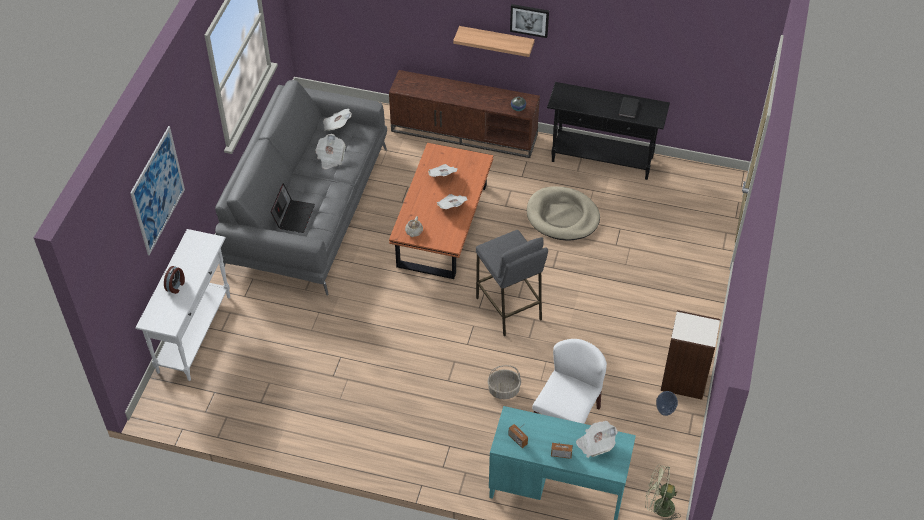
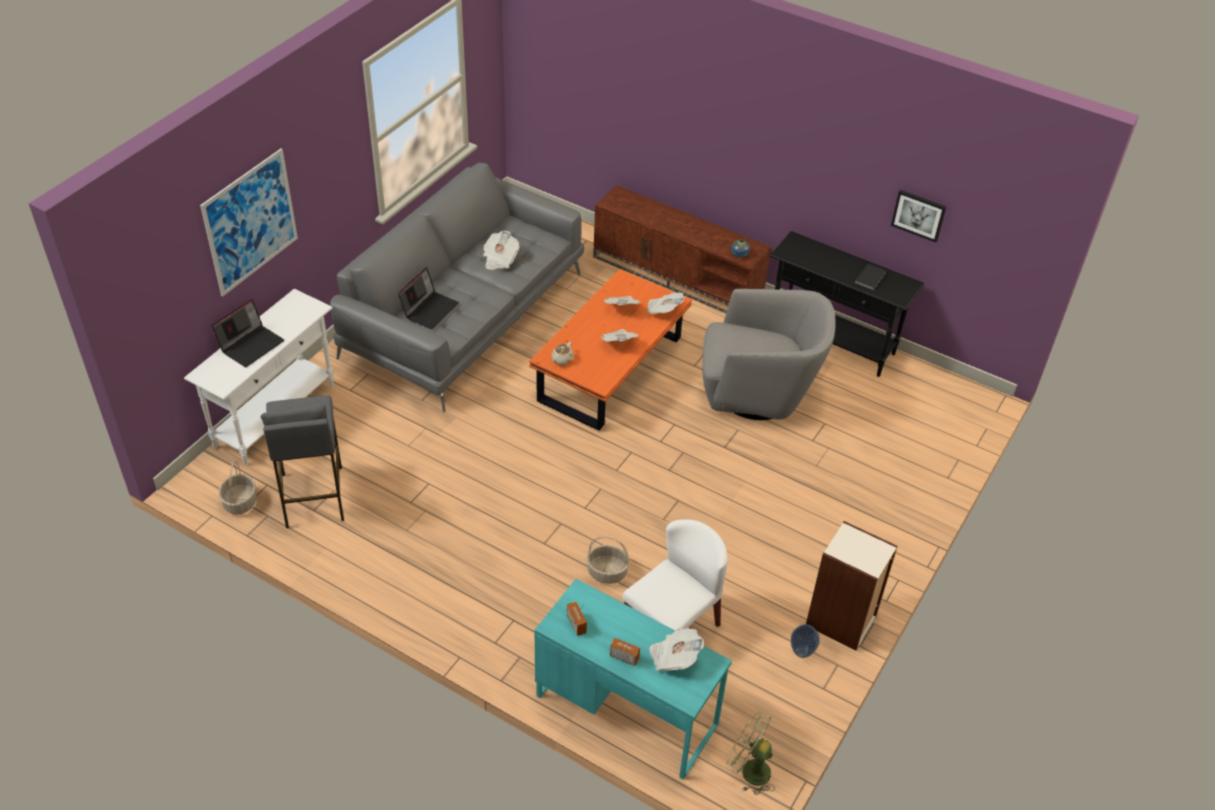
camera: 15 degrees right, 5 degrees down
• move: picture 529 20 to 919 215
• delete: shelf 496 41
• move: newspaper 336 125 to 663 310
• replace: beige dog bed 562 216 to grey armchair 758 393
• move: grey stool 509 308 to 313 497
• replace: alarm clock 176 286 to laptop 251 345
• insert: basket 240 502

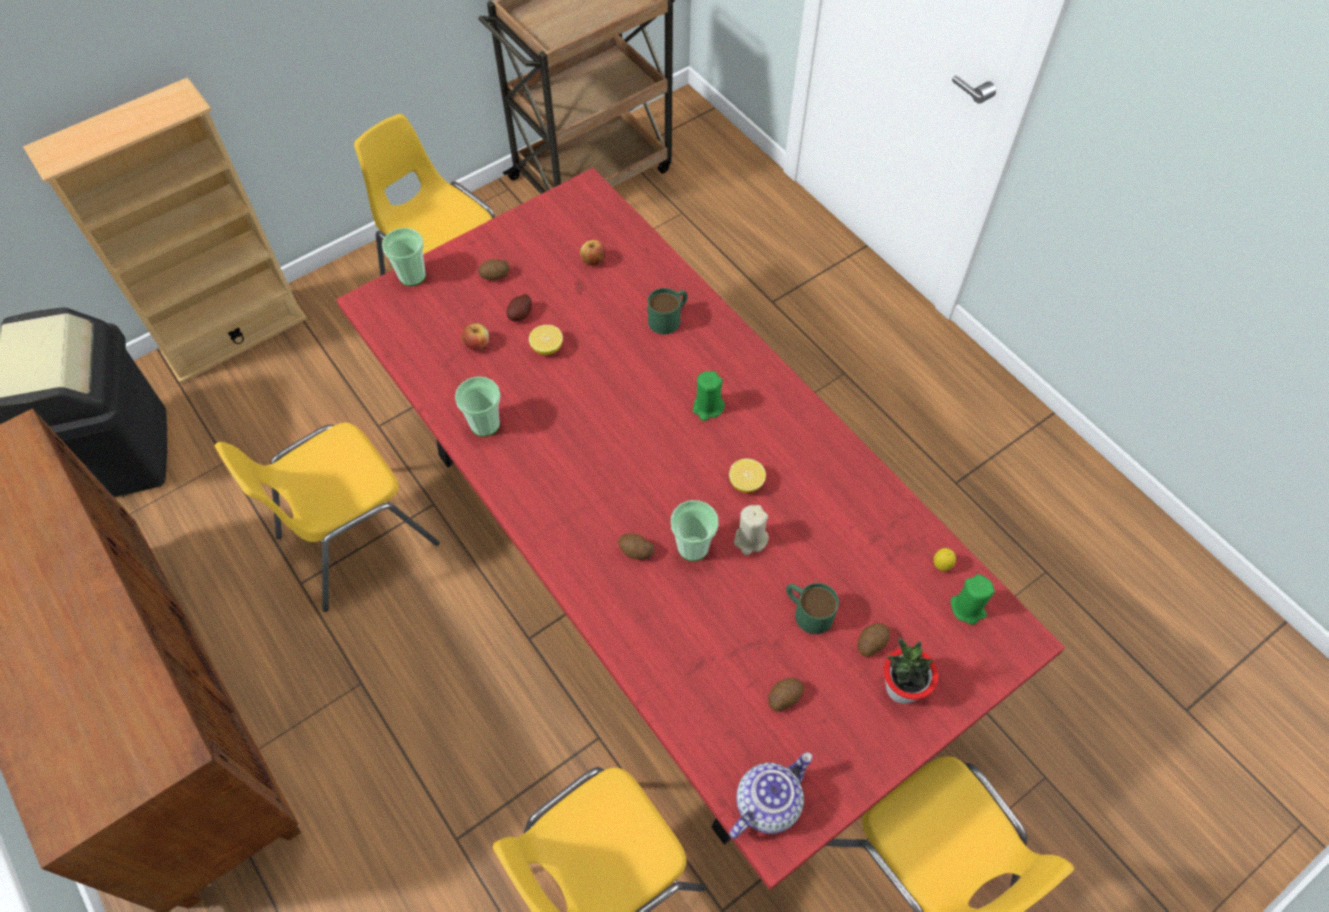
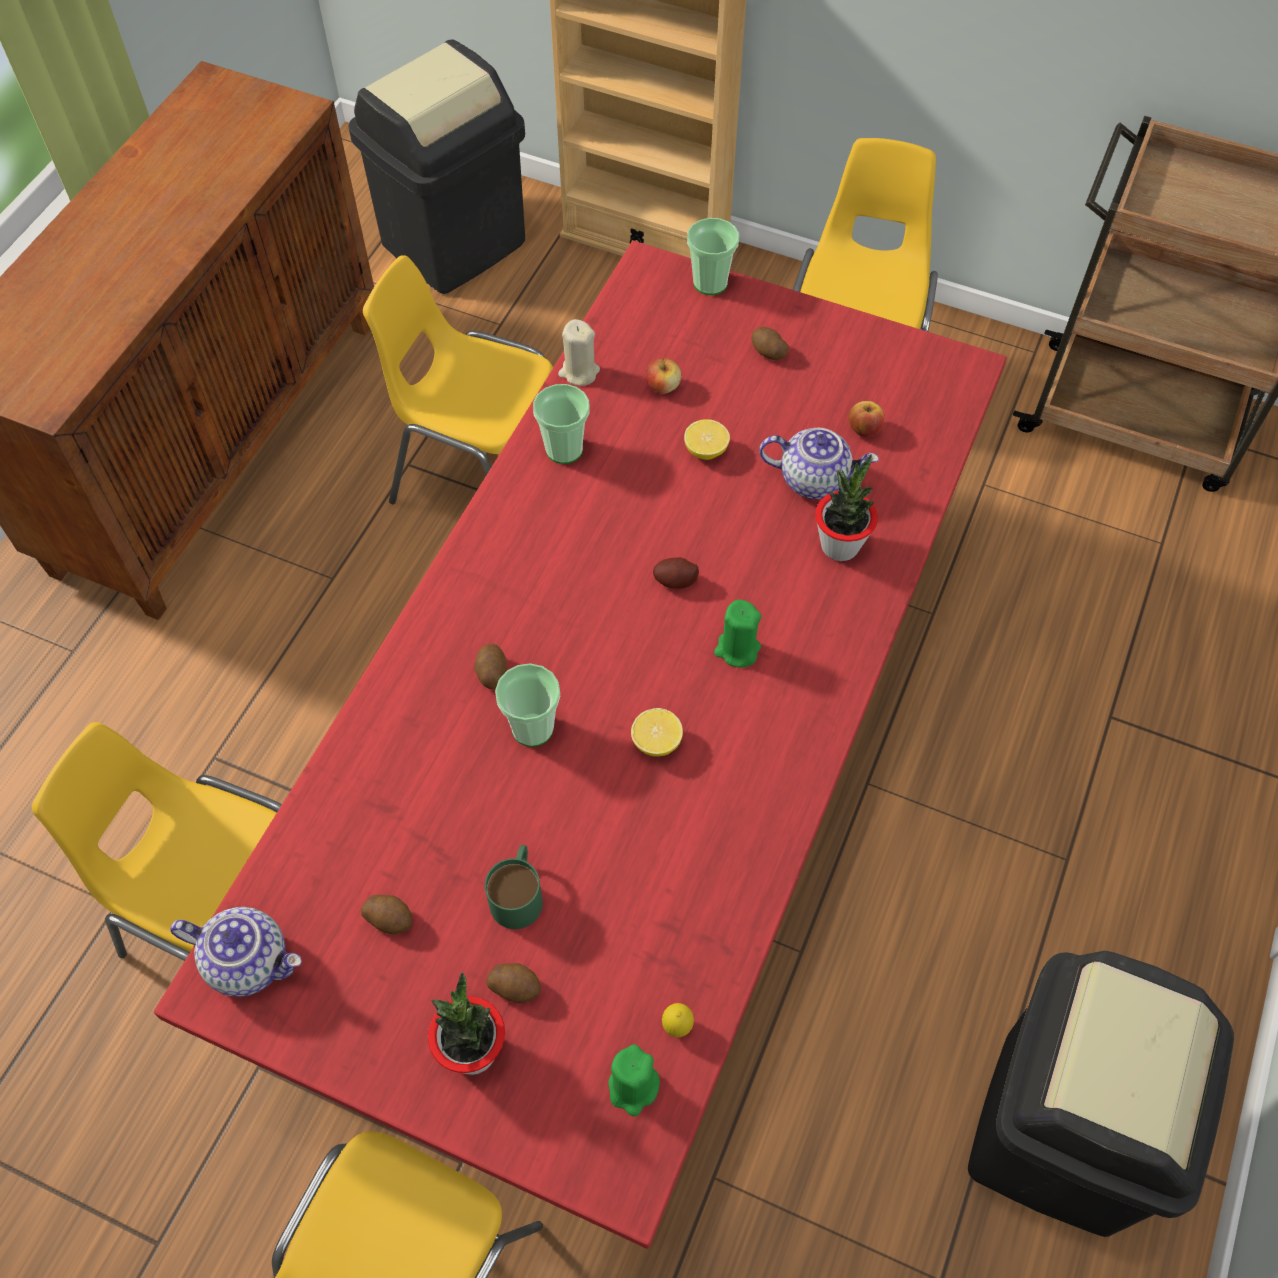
camera: 60 degrees right, 0 degrees up
• replace: green mug 669 317 to potted plant 840 545
• move: potato 520 315 to 675 581
• move: beige candle 750 540 to 579 372
• insert: teapot 814 479
• insert: black trash can 1056 1129

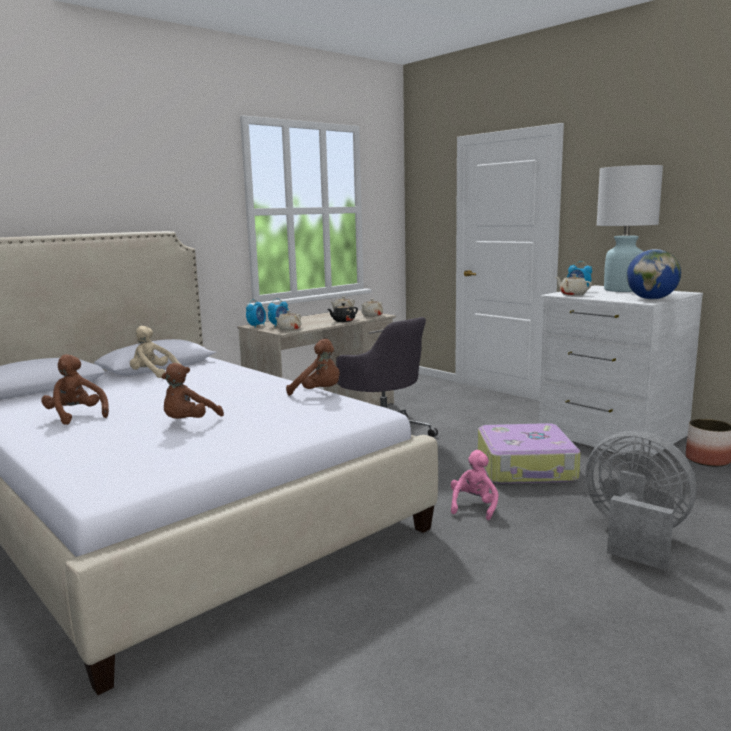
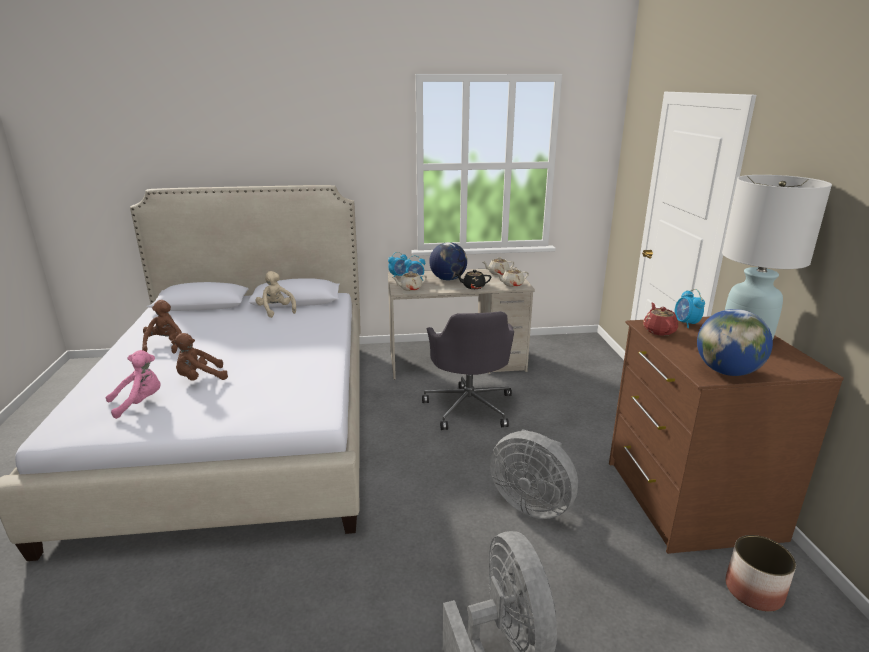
camera: 35 degrees right, 10 degrees up
• recolor: beige teapot 572 294 to red teapot 659 330
• recolor: white dresser 611 434 to brown dresser 688 499
• delete: brown plush toy 319 393
• replace: suitcase 526 468 to grey fan 531 503
• move: pink plush toy 474 507 to 139 403
• insert: globe 448 279

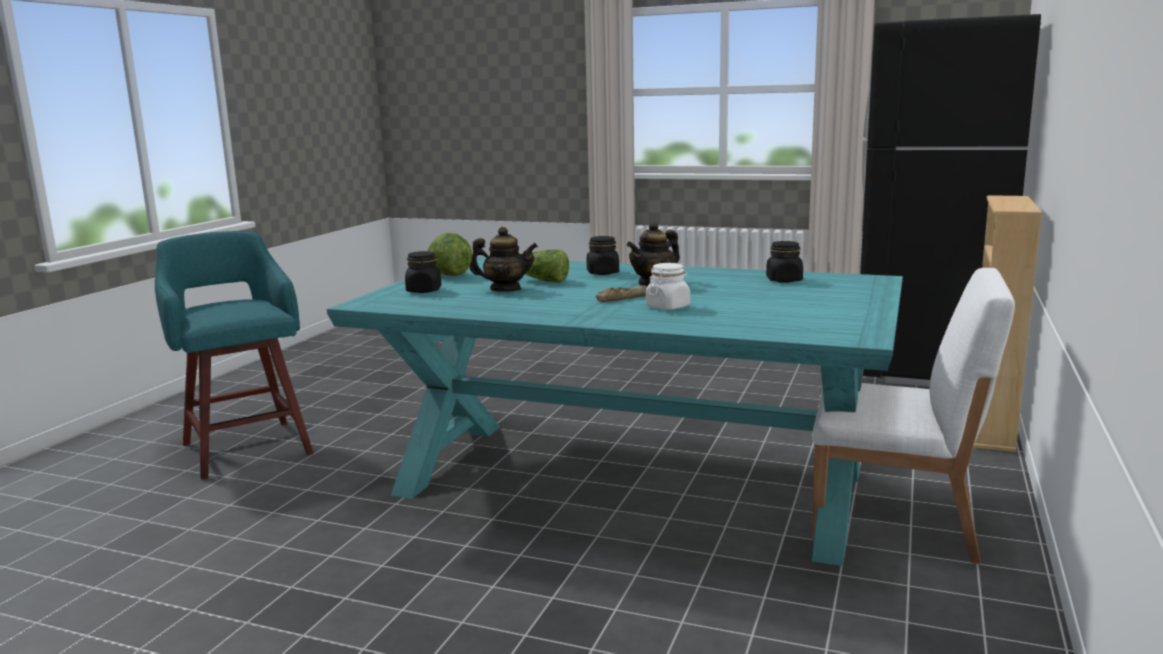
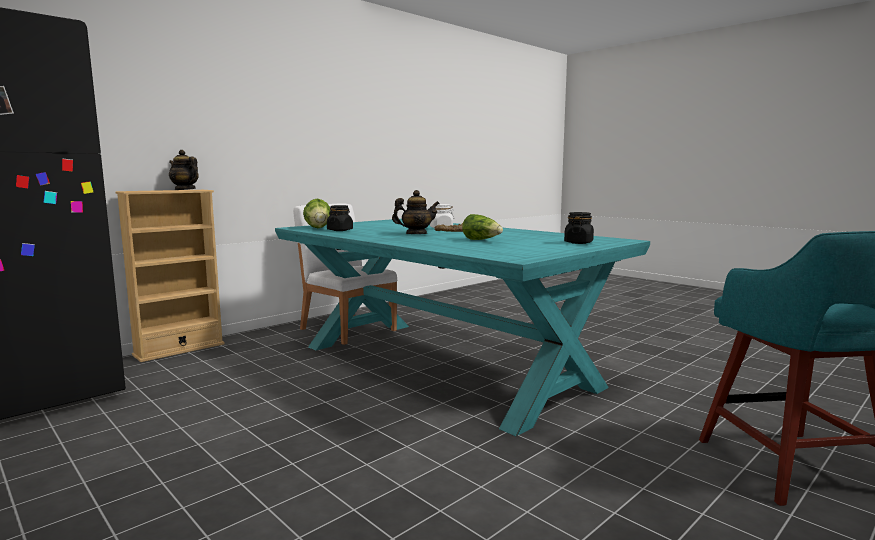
camera: 155 degrees left, 5 degrees down
• move: teapot 505 289 to 184 189
• move: lettuce 449 275 to 318 228
• delete: black jar 603 273

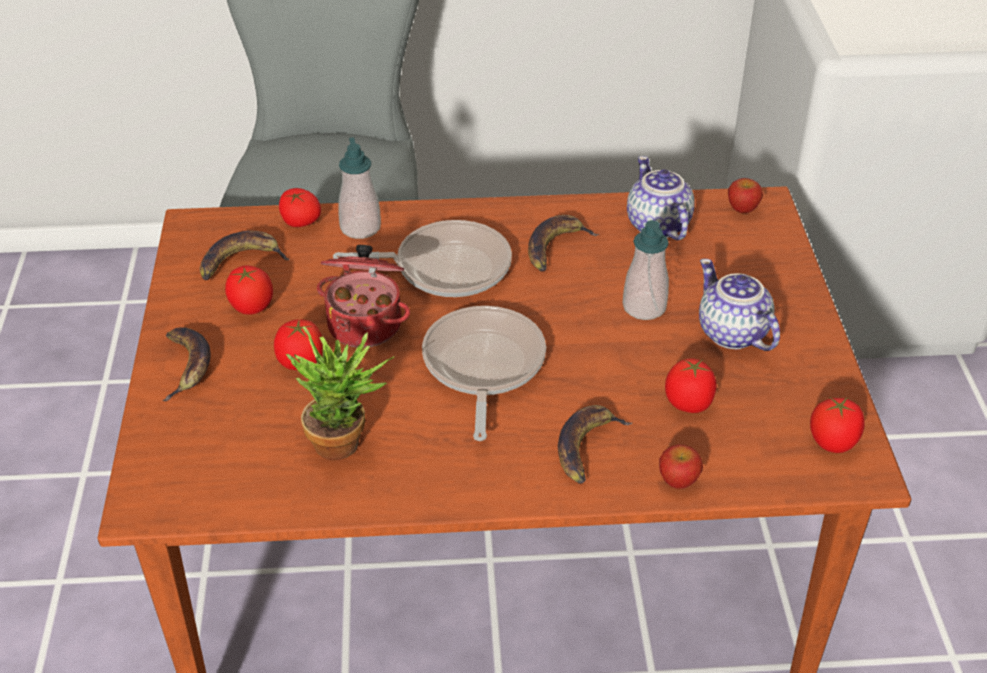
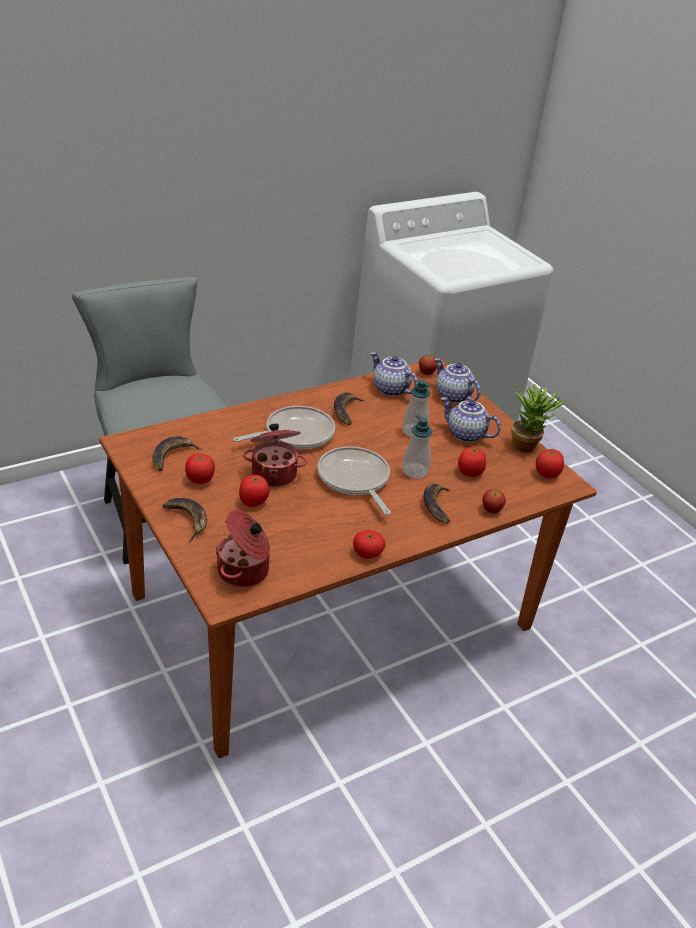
camera: 30 degrees left, 5 degrees down
• move: soap dispenser 360 228 to 415 471
• move: tomato 300 222 to 367 554
• move: potted plant 346 443 to 527 444
• insert: teapot 452 396
• insert: cooking pot 244 571

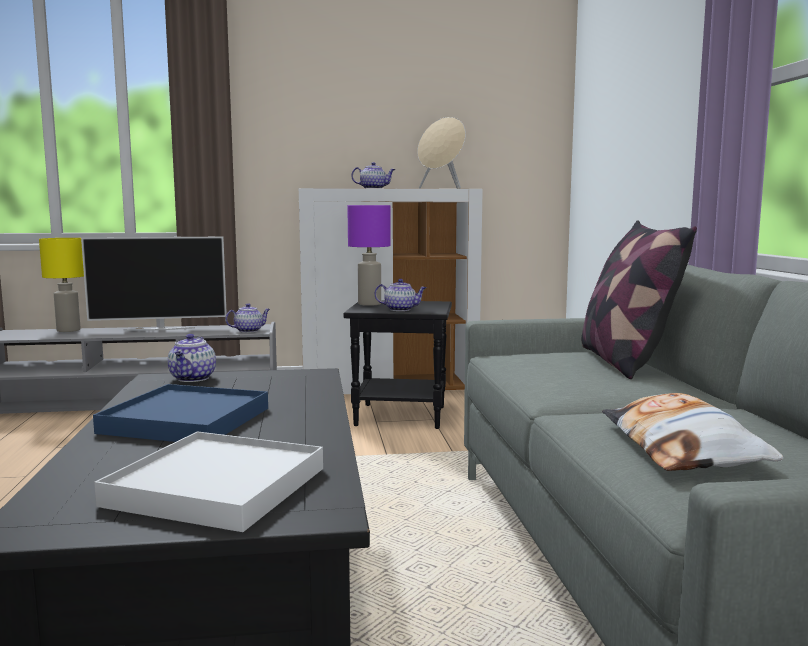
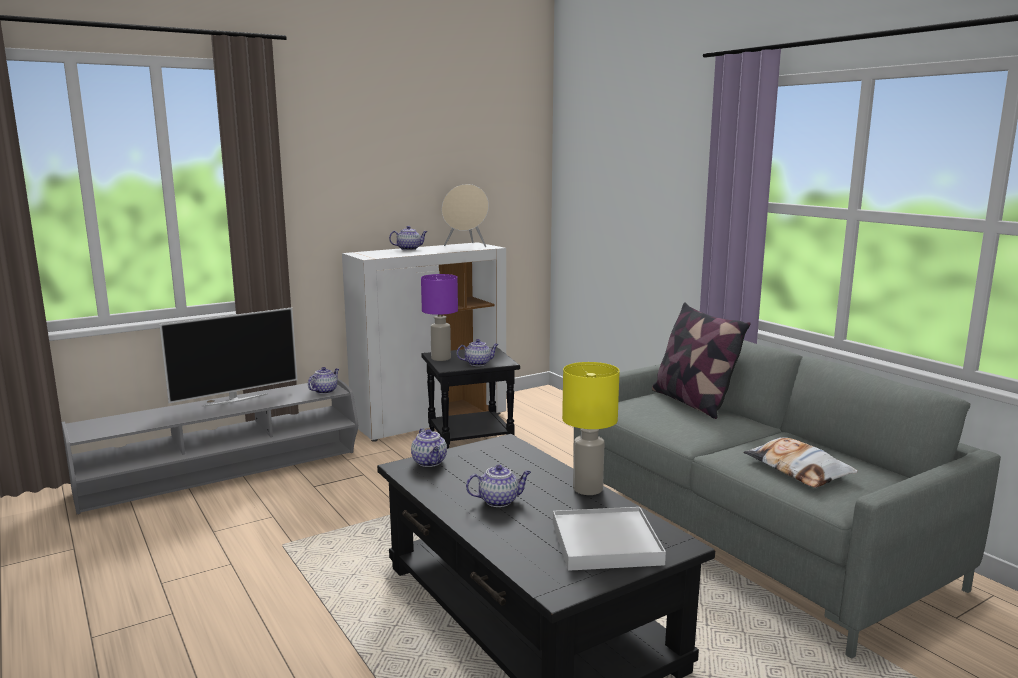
camera: 25 degrees left, 5 degrees up
• move: yellow table lamp 68 330 to 587 489
• replace: blue tray 187 420 to teapot 499 501

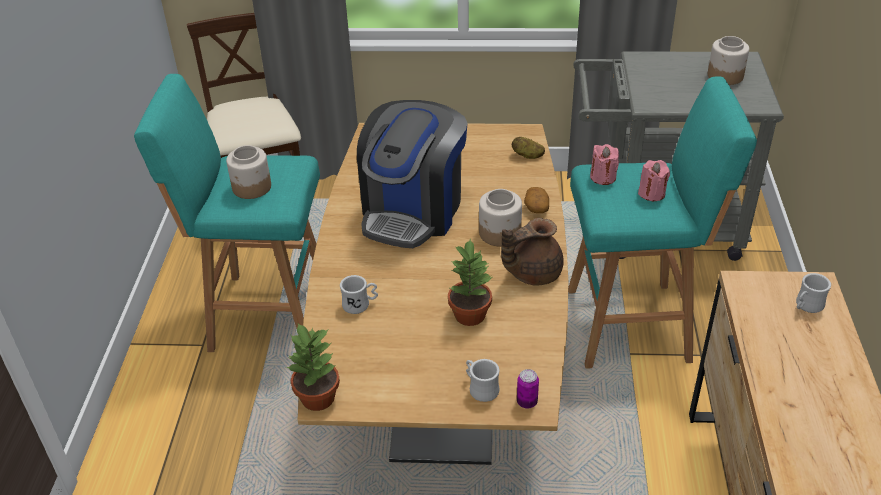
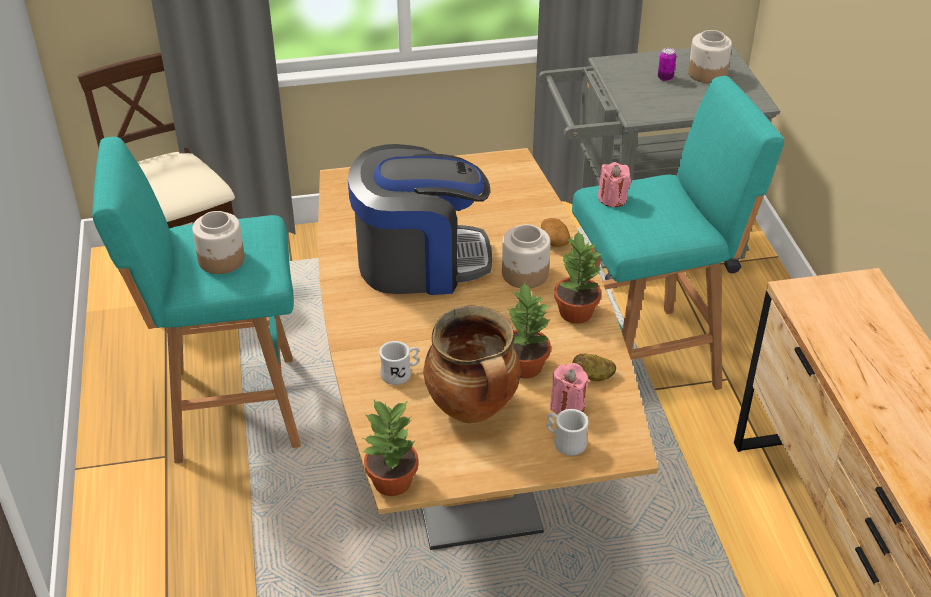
camera: 15 degrees left, 0 degrees up
• rotate: coffee machine 413 211 = 420 262 105 degrees counterclockwise
• move: potato 527 155 to 593 376
• move: pink candle 652 193 to 567 405
• replace: brown teapot 532 273 to potted plant 575 312
• delete: white mug 806 306
• move: can 527 402 to 665 78
• insert: cooking pot 473 409

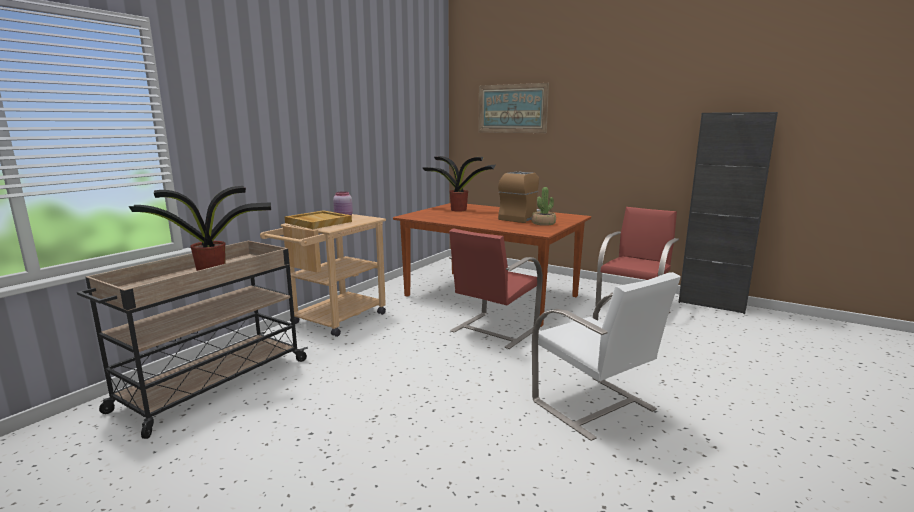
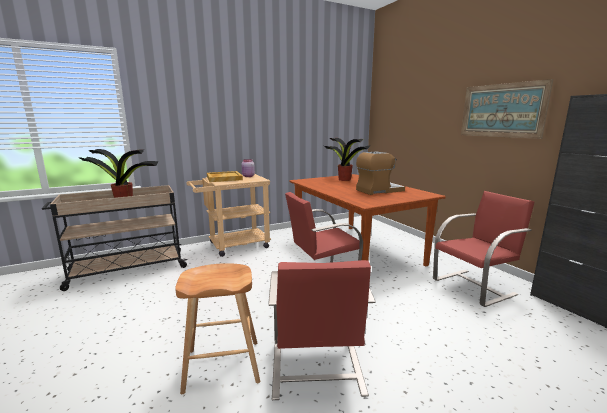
camera: 30 degrees right, 0 degrees up
• move: picture 512 108 to 501 110
• delete: potted plant 543 223
• recolor: white chair 594 406 to red chair 316 369
• insert: brown stool 222 366

